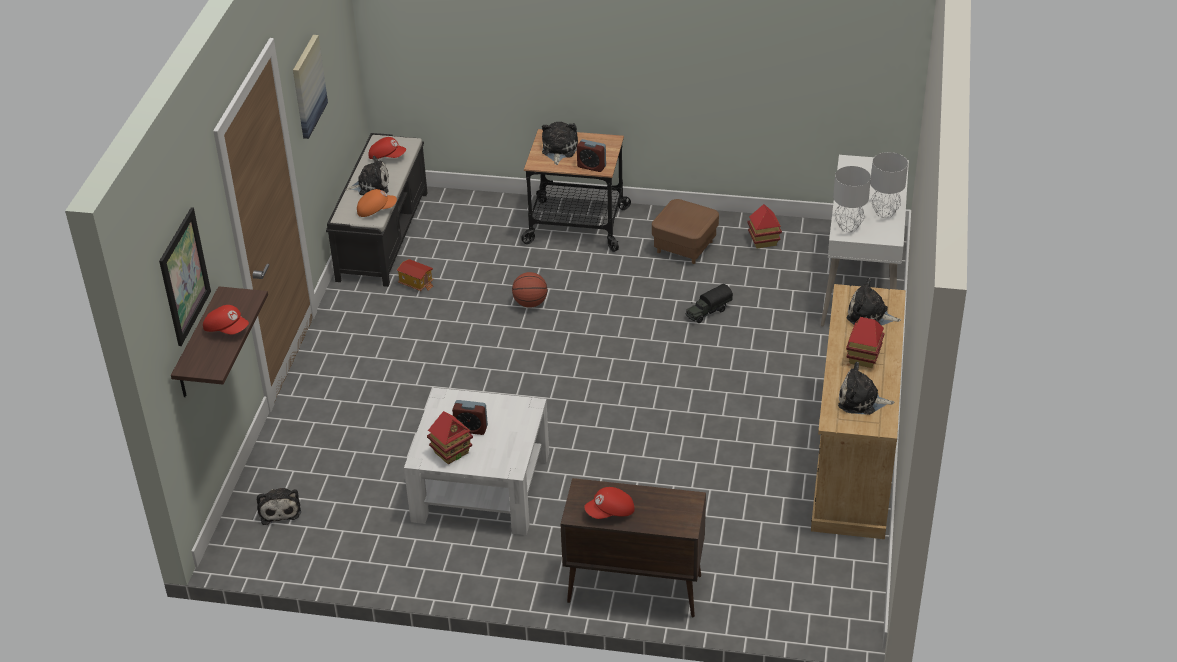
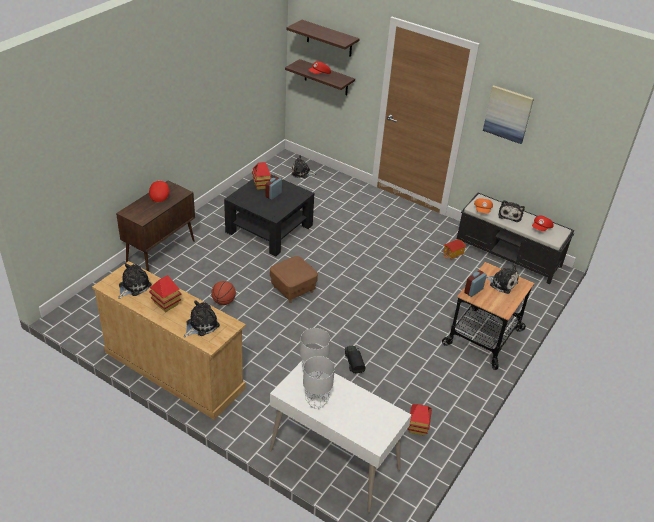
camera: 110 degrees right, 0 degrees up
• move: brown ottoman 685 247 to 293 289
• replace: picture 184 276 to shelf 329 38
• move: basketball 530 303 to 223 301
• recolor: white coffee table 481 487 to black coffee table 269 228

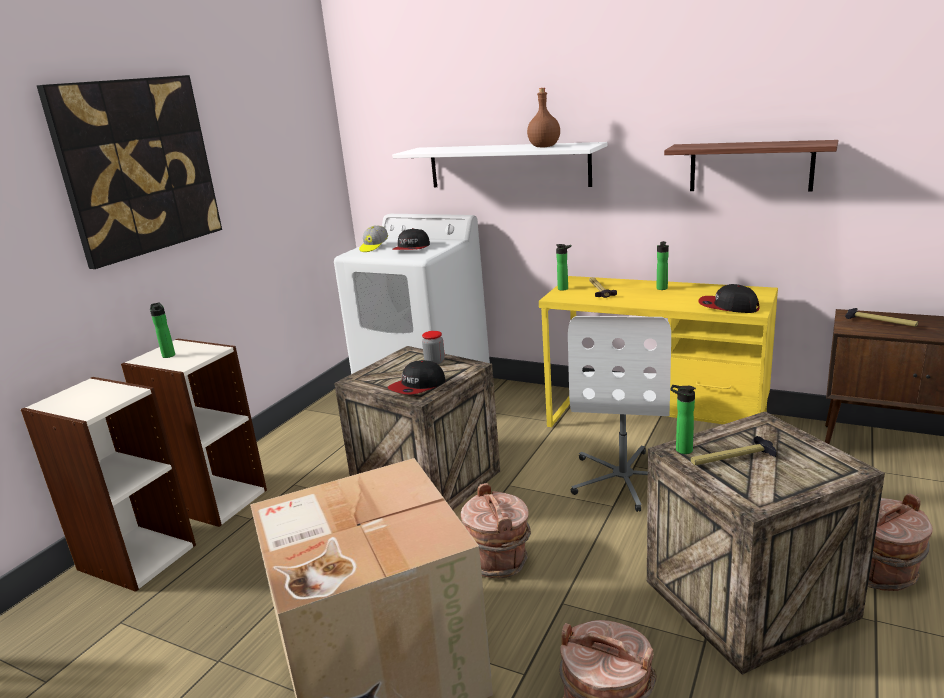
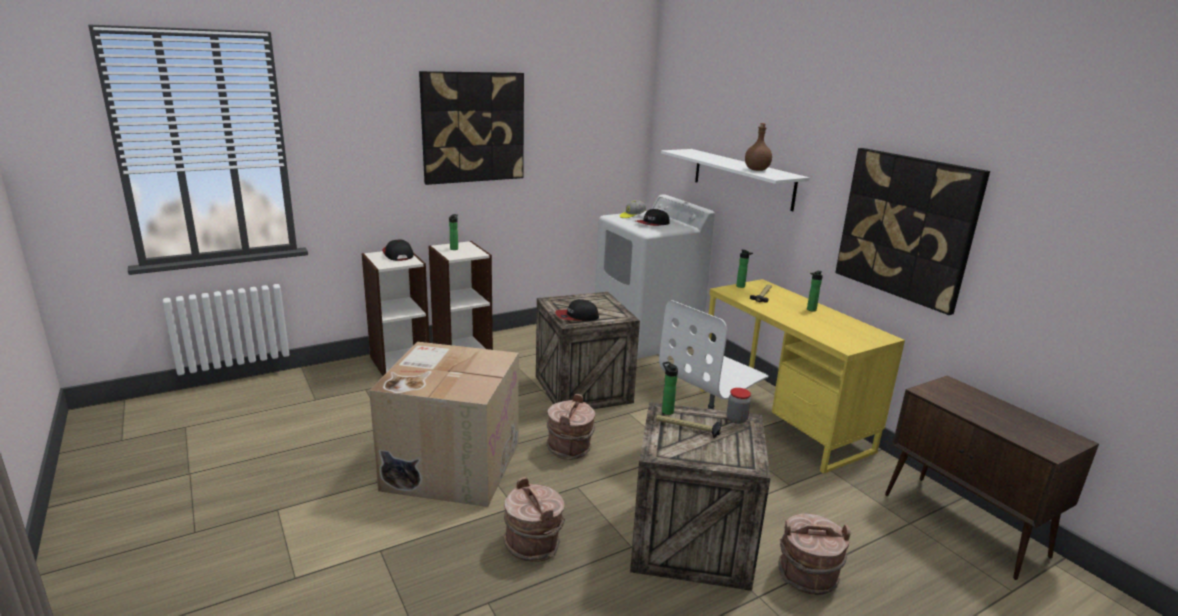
camera: 30 degrees right, 0 degrees up
• replace: shelf 750 166 to picture 906 227
• move: cap 728 307 to 397 254
• delete: hammer 881 322
• move: jar 434 361 to 736 419

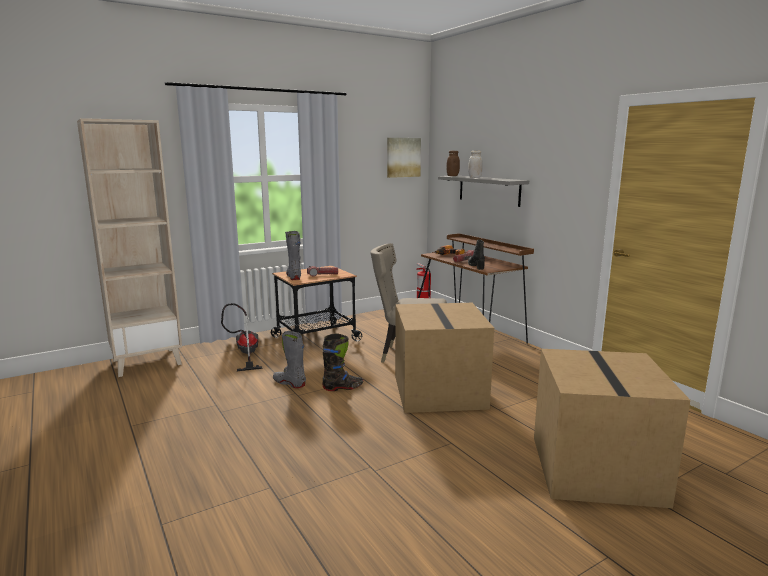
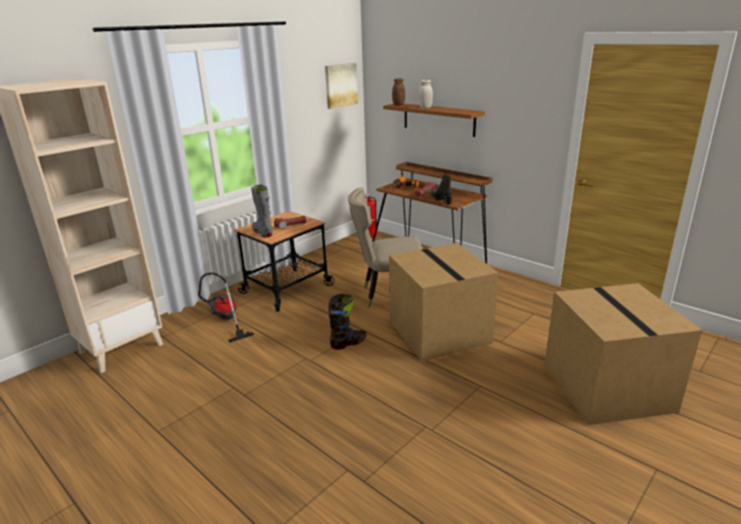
camera: 15 degrees left, 10 degrees up
• recolor: grey shelf 489 190 to brown shelf 438 119
• delete: grey boot 289 383

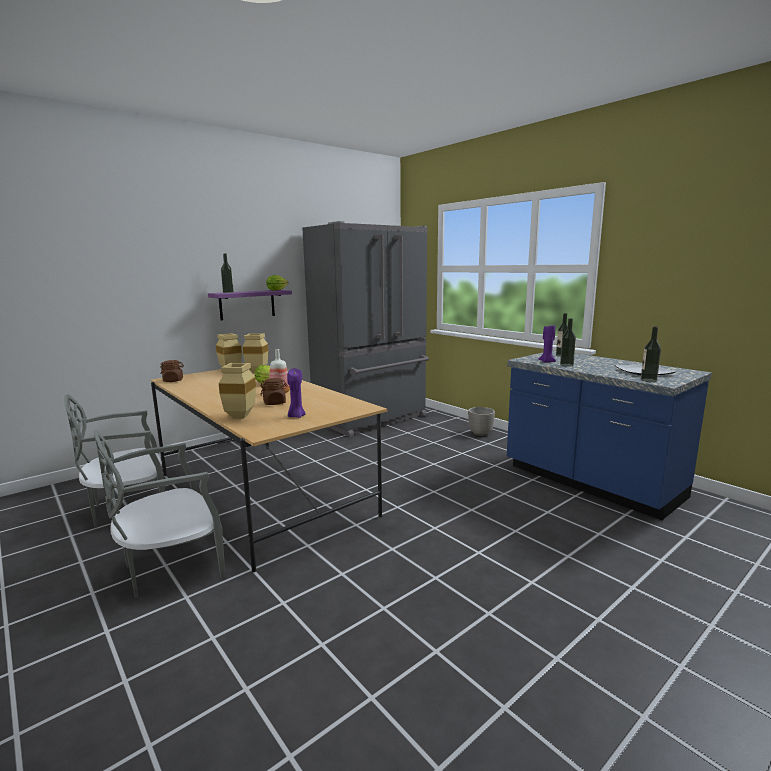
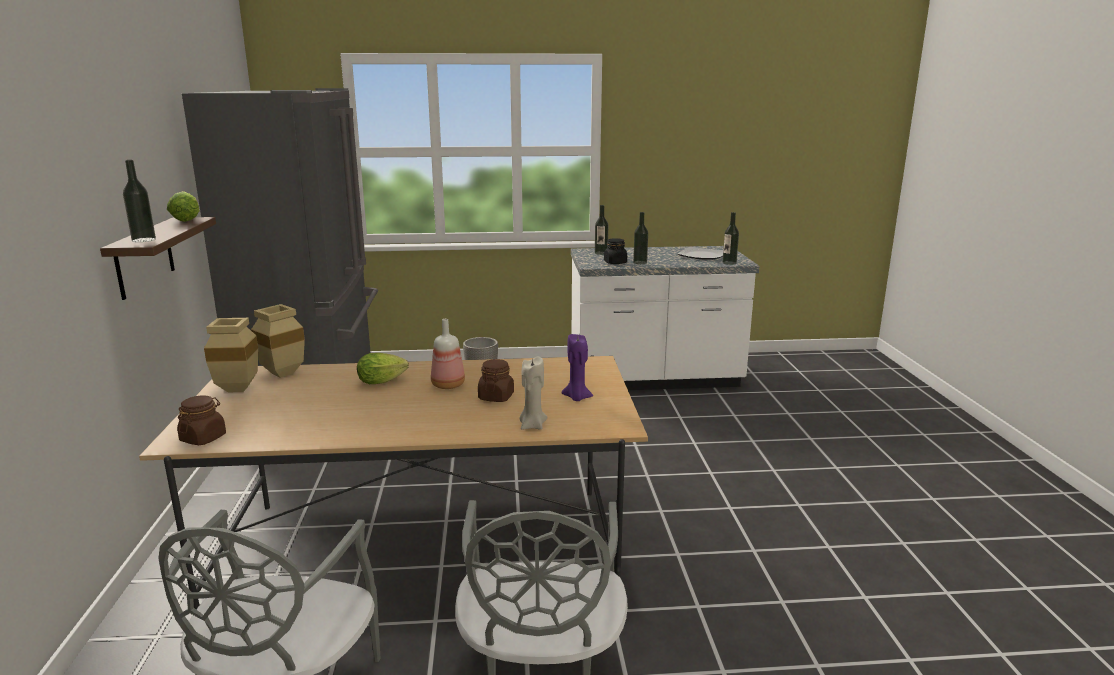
camera: 55 degrees left, 5 degrees up
• recolor: purple shelf 247 304 to brown shelf 144 257
• replace: purple candle 547 361 to black jar 615 262
• recolor: blue counter 590 482 to white counter 654 379
• replace: beige vase 241 417 to beige candle 532 425

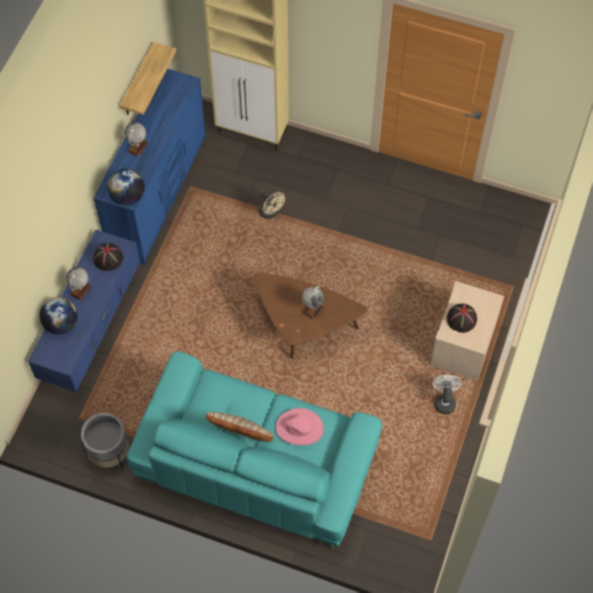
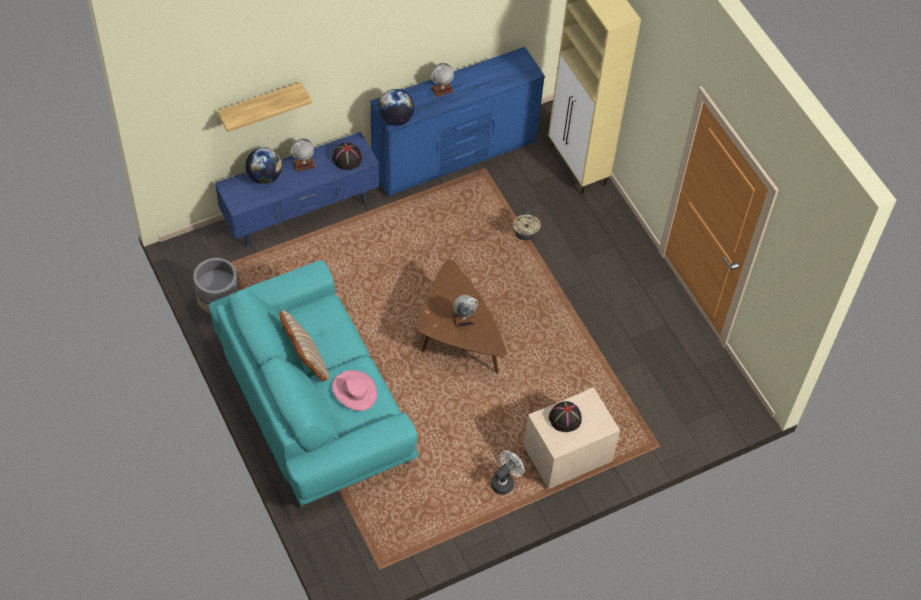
camera: 40 degrees right, 5 degrees down
• move: shelf 138 82 to 260 105

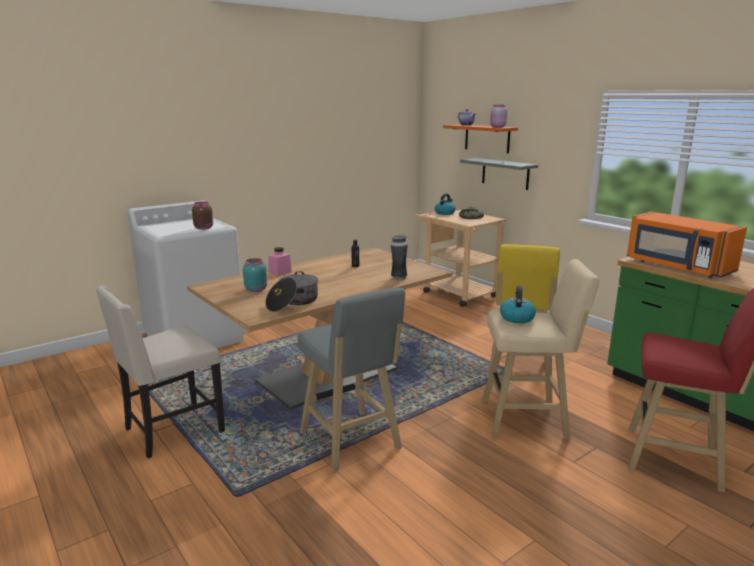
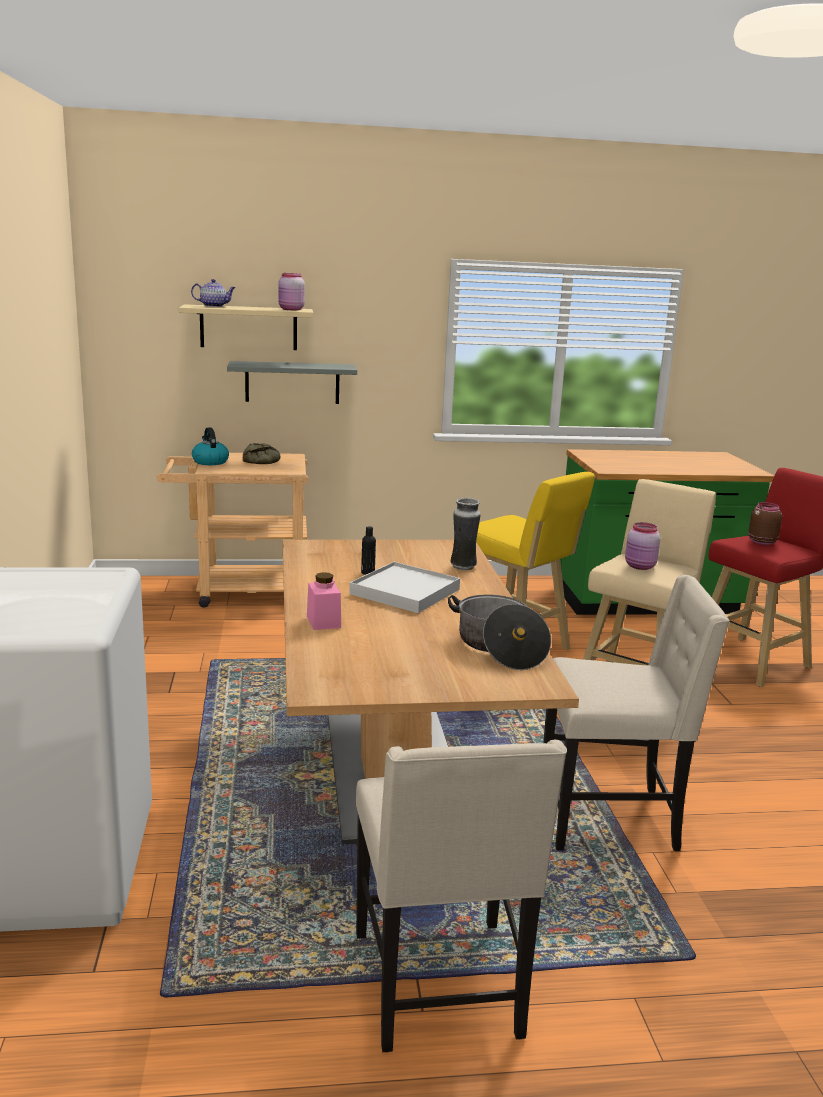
camera: 60 degrees left, 0 degrees up
• recolor: orange shelf 487 138 to beige shelf 248 327
• move: brown jar 204 228 to 761 542
• delete: orange microwave 677 267
• delete: turquoise jar 256 289
• replace: kettle 516 317 to pink jar 640 566
• replace: grey stool 351 443 to beige chair 610 817
• insert: white tray 405 592

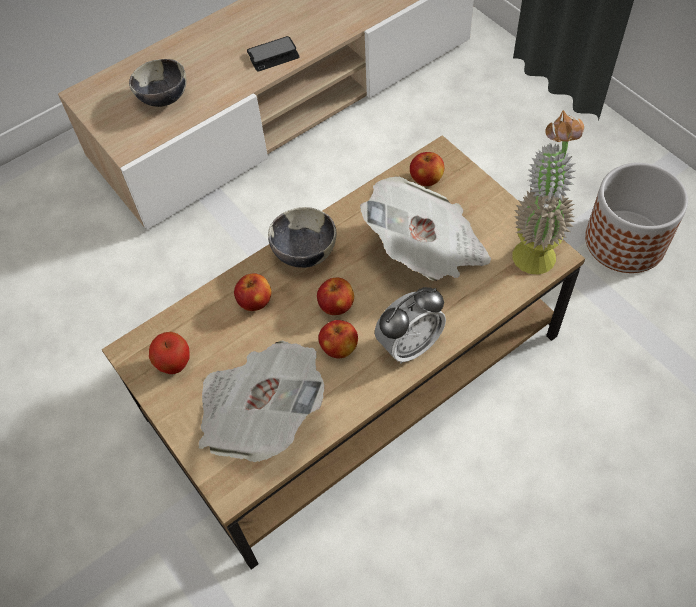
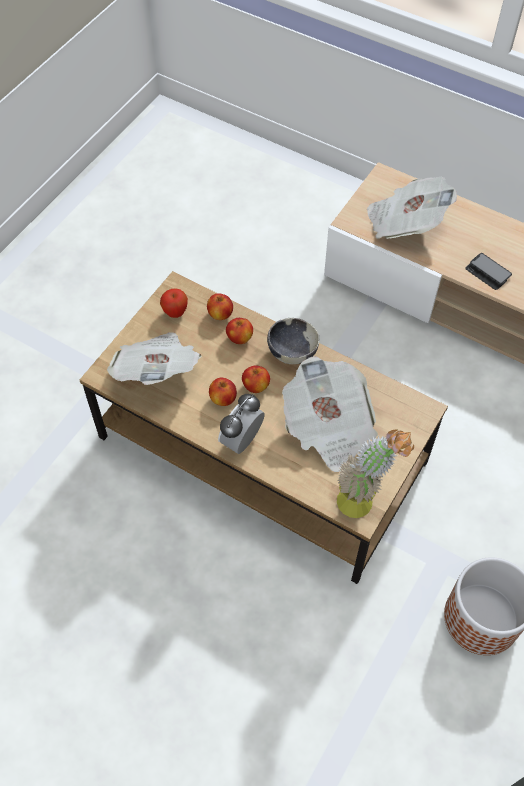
camera: 65 degrees right, 0 degrees up
• replace: bowl 163 99 to newspaper 405 223
• move: apple 426 179 to 220 314
• rotate: alarm clock 409 345 = 242 440 90 degrees clockwise

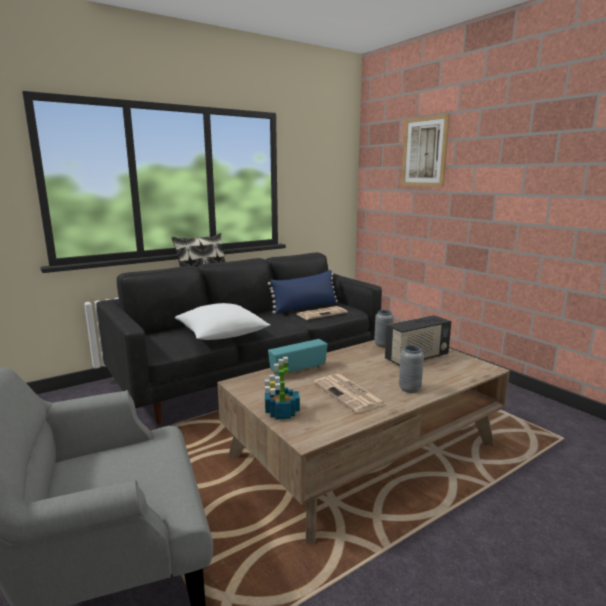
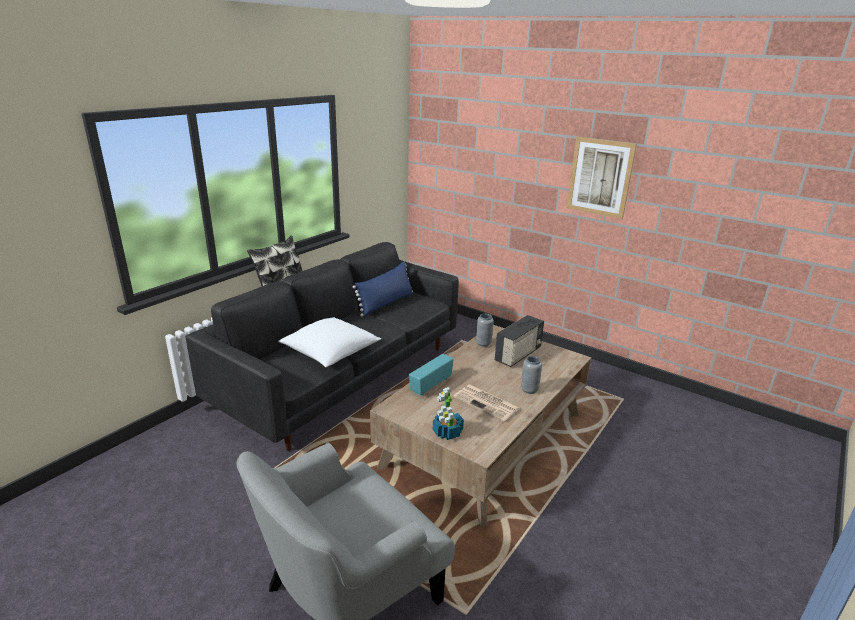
camera: 20 degrees left, 10 degrees up
• move: picture 424 152 to 600 177
• delete: newspaper 322 313

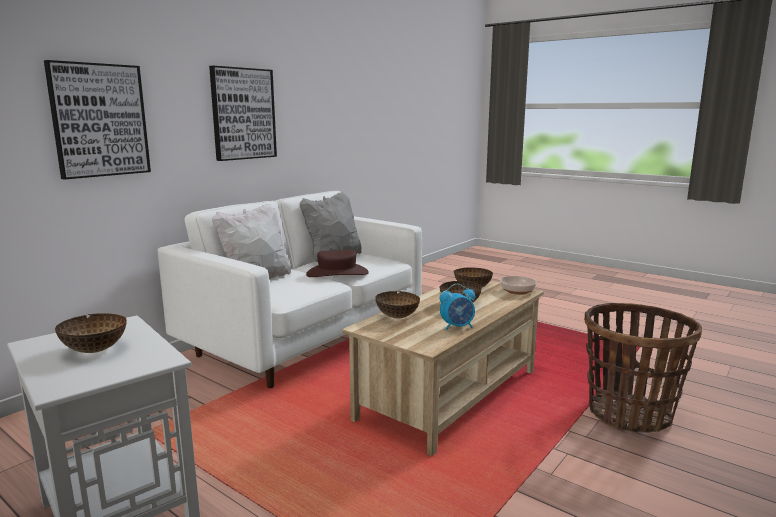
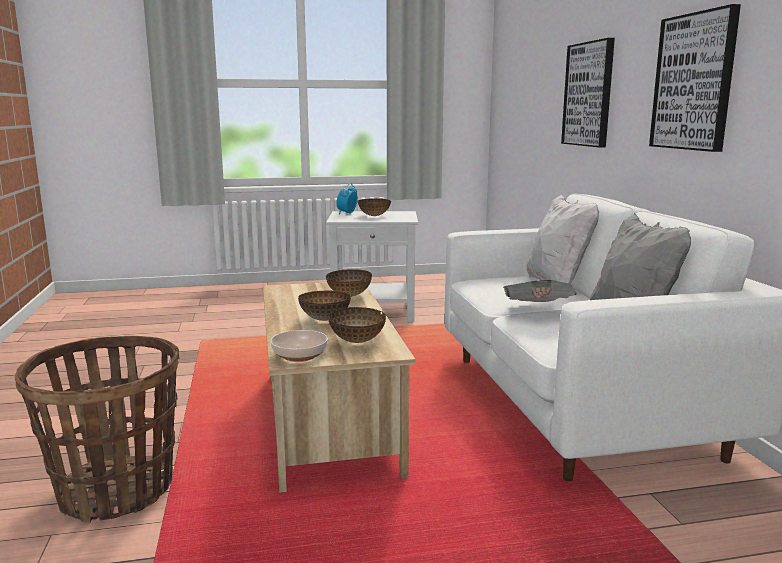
camera: 130 degrees right, 0 degrees up
• replace: brown hat 337 273 to newspaper 538 311
• move: alarm clock 457 327 to 347 213

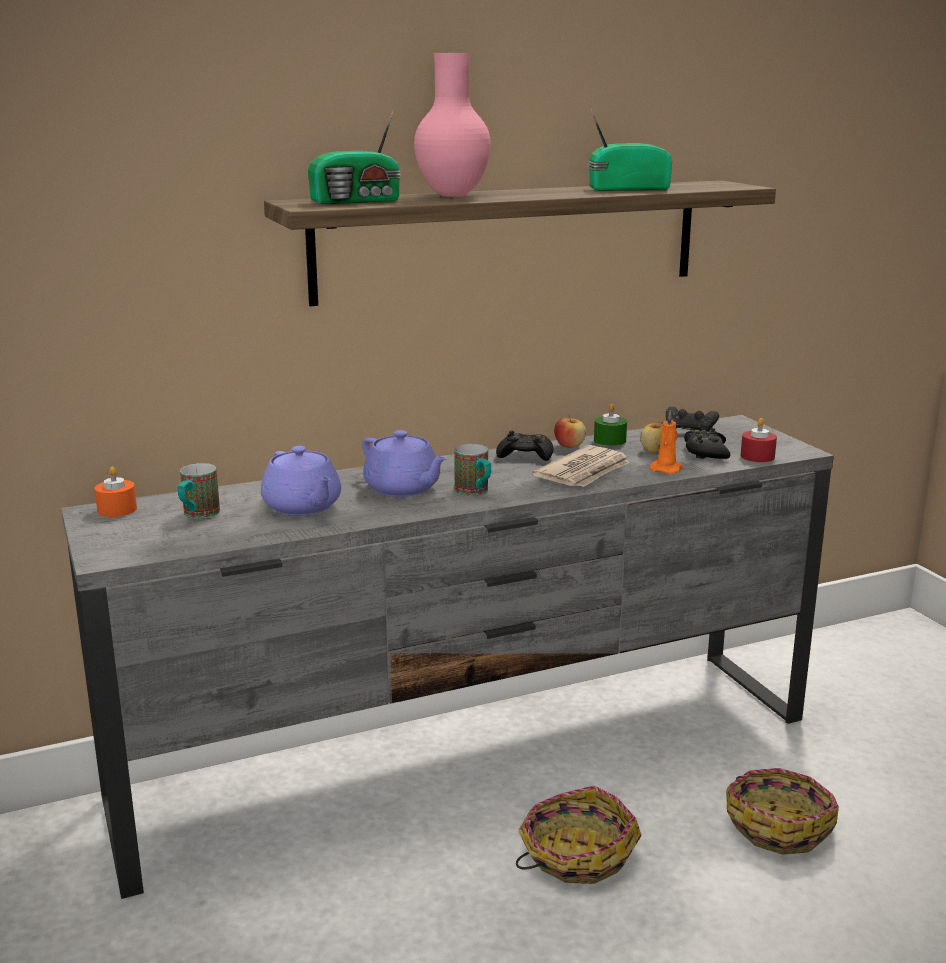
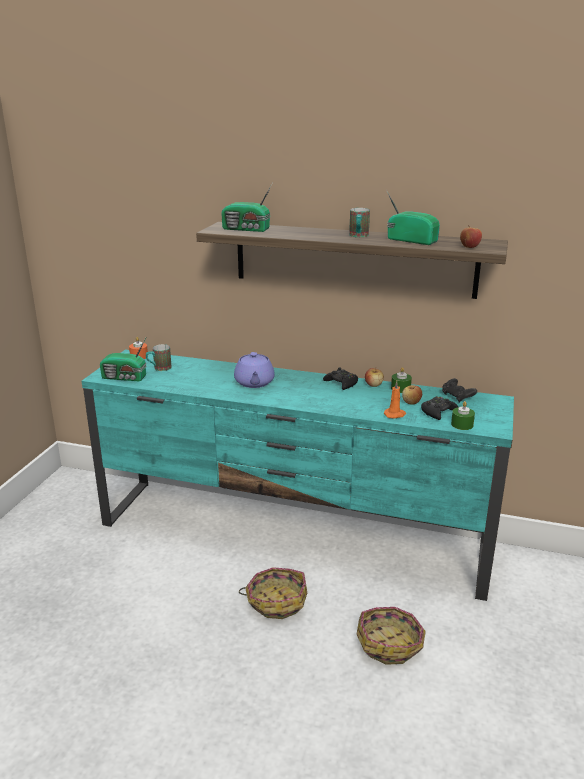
camera: 40 degrees right, 5 degrees up
• delete: pink vase 453 195
• recolor: grey tv stand 475 757 to turquoise tv stand 293 536
• recolor: red candle 757 456 to green candle 462 424
• move: mug 475 492 to 358 236
• delete: newspaper 584 472
• delete: purple teapot 303 507
• insert: apple 469 246
• insert: radio 125 378

